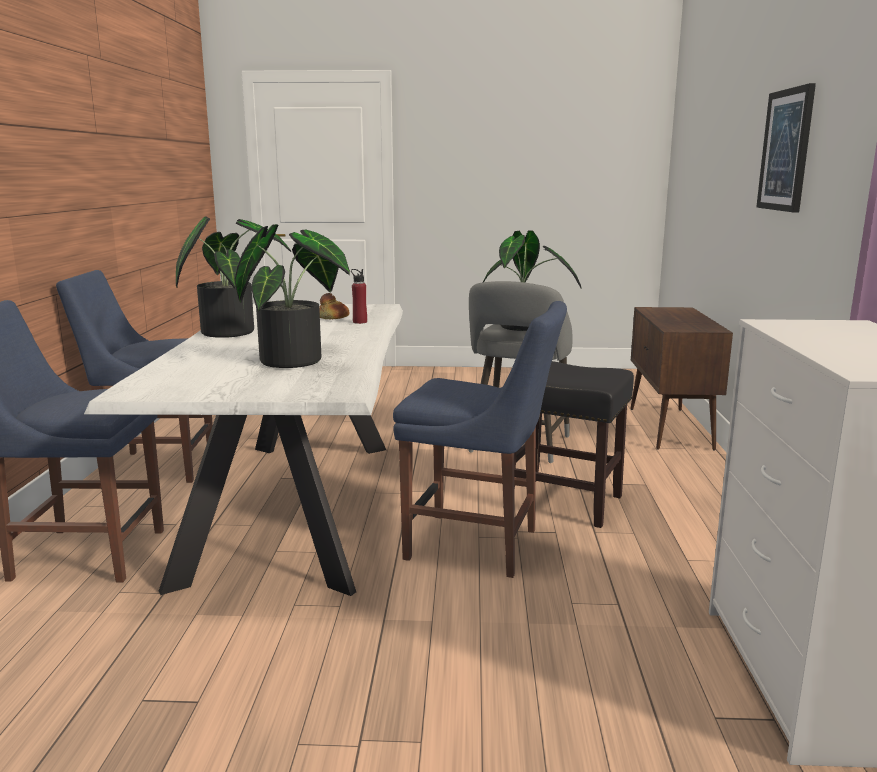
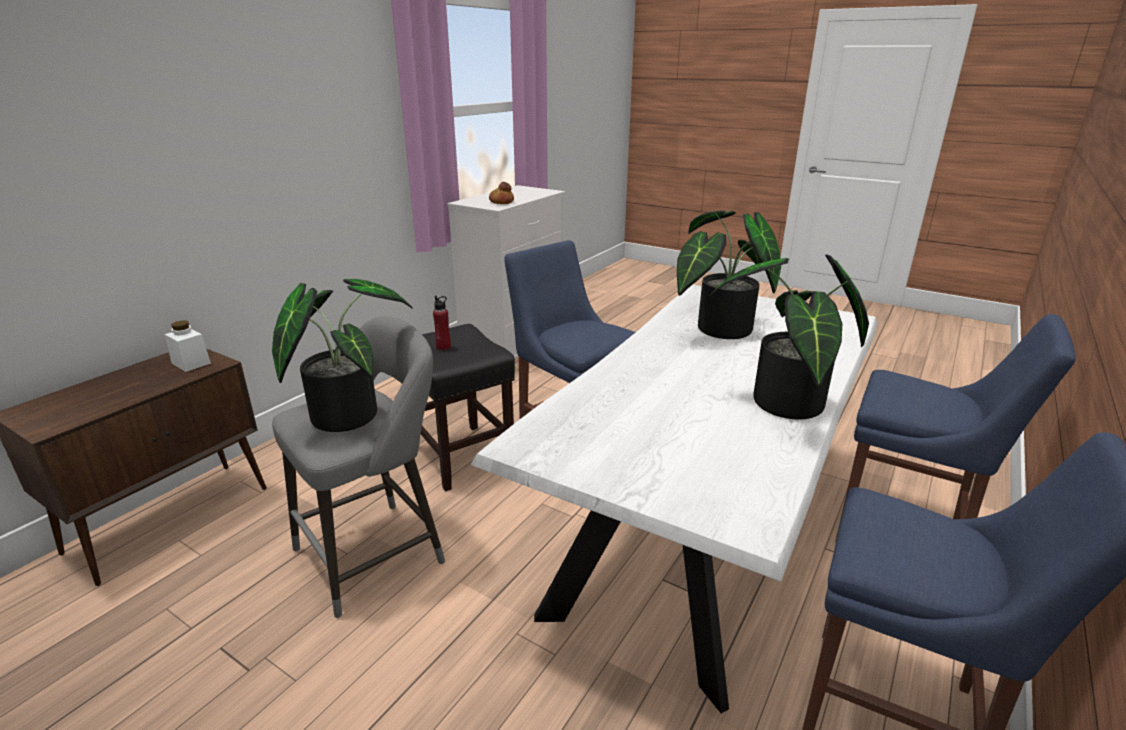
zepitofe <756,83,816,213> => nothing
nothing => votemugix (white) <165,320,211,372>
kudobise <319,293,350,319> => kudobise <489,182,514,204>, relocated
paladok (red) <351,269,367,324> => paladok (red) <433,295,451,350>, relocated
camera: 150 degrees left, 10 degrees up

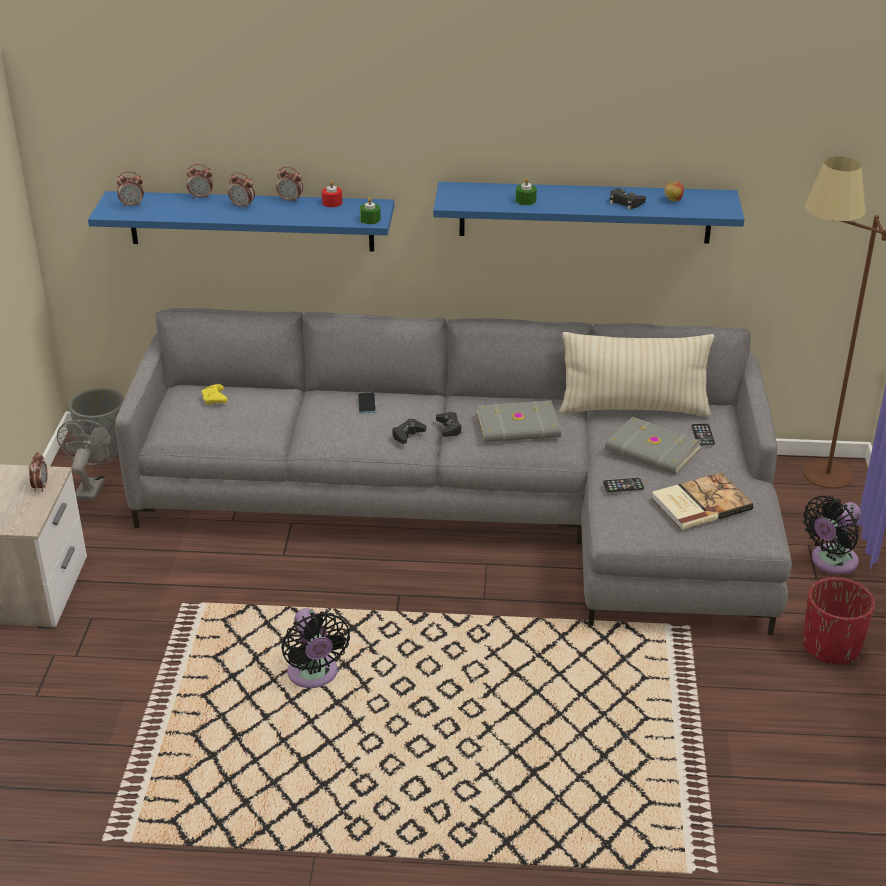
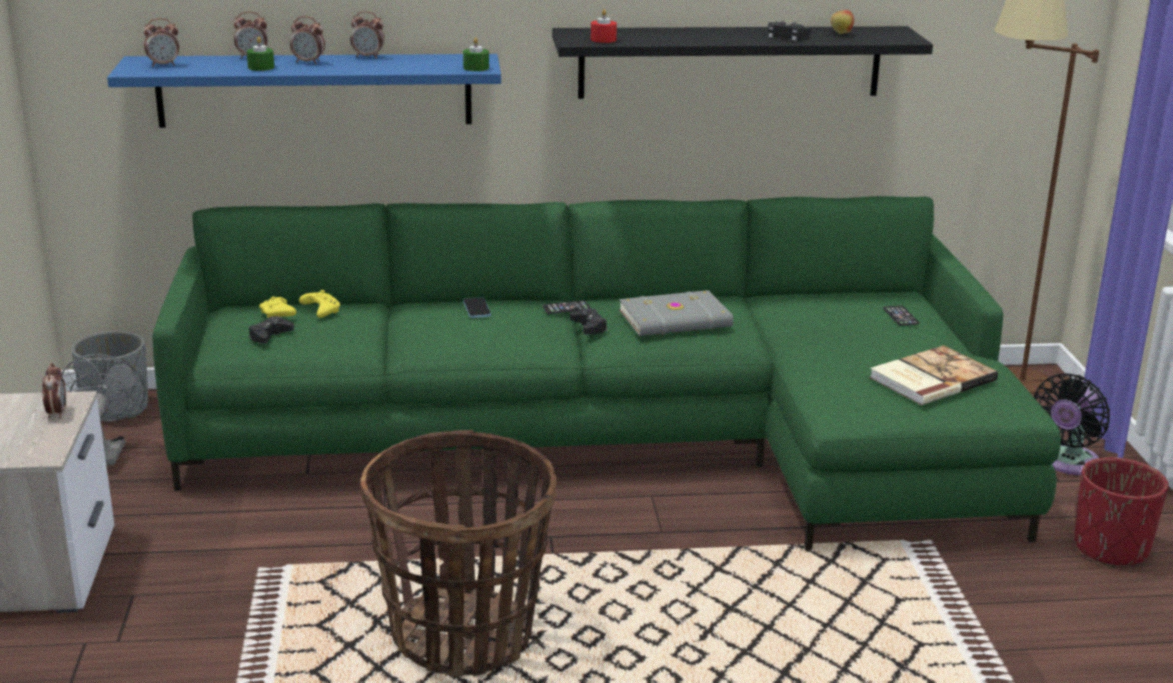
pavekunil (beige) <559,332,715,417> => nothing
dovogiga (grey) <605,417,702,475> => nothing
nothing => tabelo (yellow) <299,290,340,318>
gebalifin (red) <322,180,342,207> => gebalifin (red) <591,9,617,43>, relocated
tabelo (black) <392,419,426,444> => tabelo (black) <249,316,294,344>, relocated
gebalifin (green) <516,178,537,205> => gebalifin (green) <247,36,274,71>, relocated
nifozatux <603,478,644,492> => nifozatux <542,300,590,314>, relocated
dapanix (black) <281,608,350,688> => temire <361,430,557,677>
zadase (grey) <115,308,792,635> => zadase (green) <153,196,1061,550>
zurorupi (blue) <433,182,745,244> => zurorupi (black) <552,26,933,99>
camera: 10 degrees left, 10 degrees down

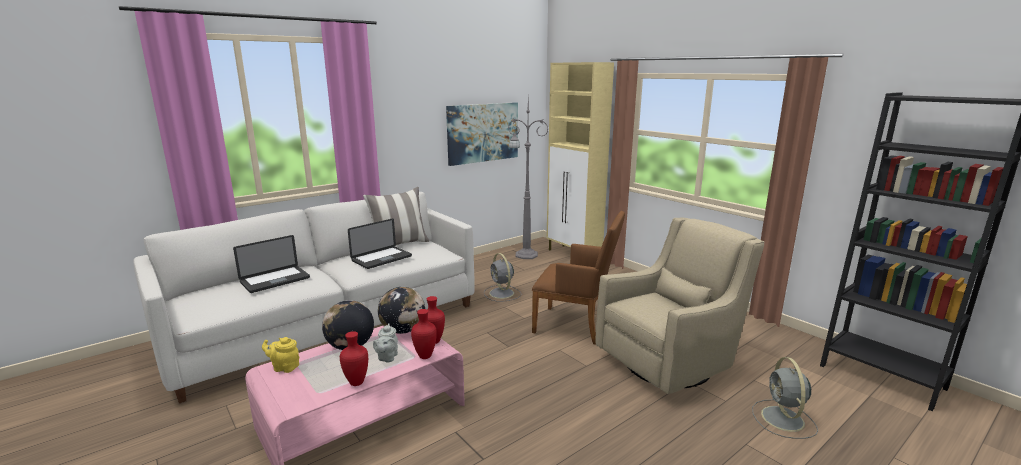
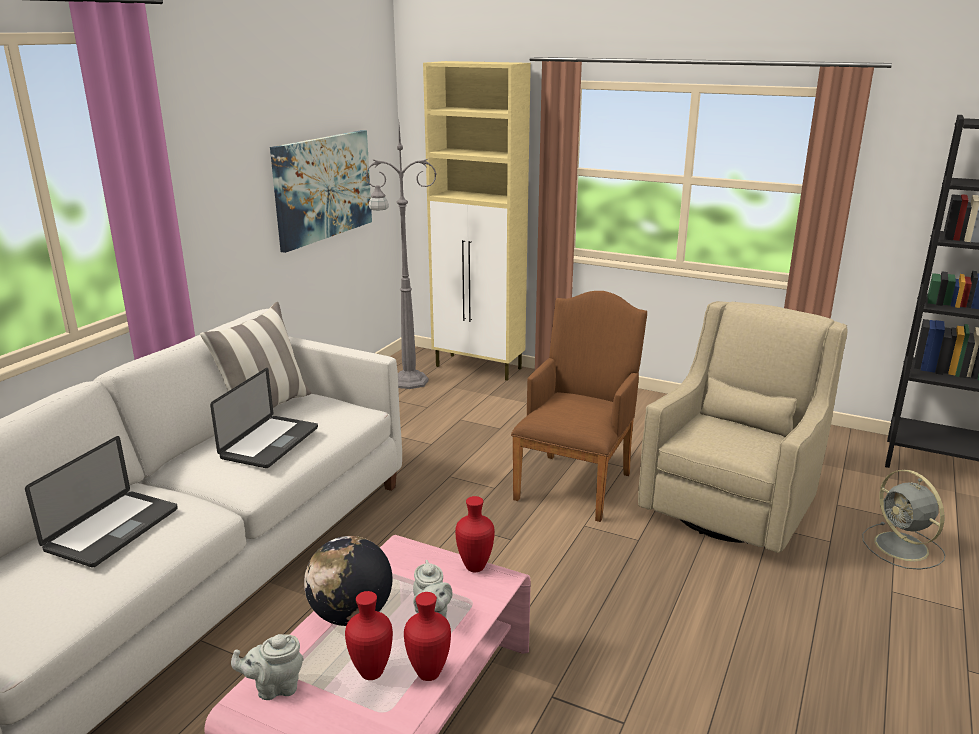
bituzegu <378,287,425,334> => nothing
dapanix (grey) <484,253,521,302> => nothing
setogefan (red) <411,309,437,359> => setogefan (red) <345,591,393,680>, relocated
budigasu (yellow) <262,337,299,373> => budigasu (grey) <231,634,304,700>
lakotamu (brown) <532,211,625,345> => lakotamu (brown) <511,291,647,522>, 60 degrees counterclockwise
camera: 25 degrees left, 5 degrees up

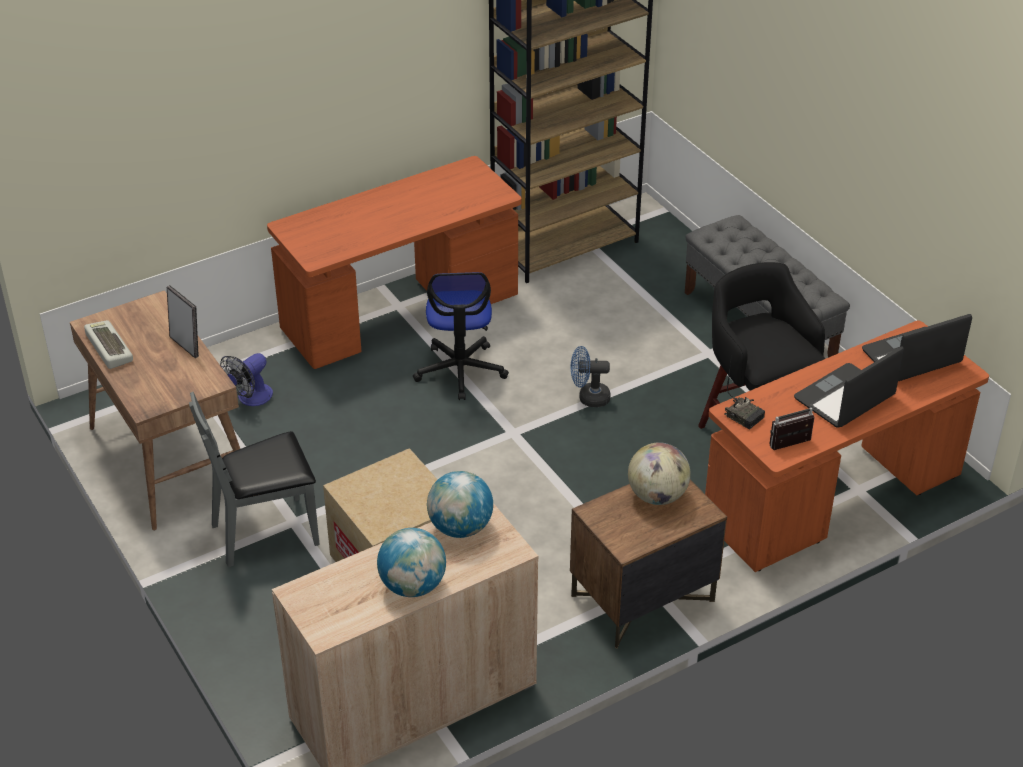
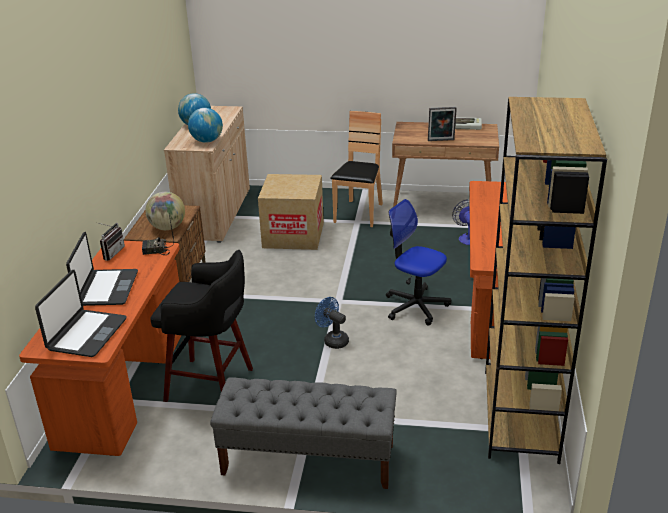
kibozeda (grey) <189,392,320,567> => kibozeda (brown) <330,111,383,227>
dapanix (blue) <571,346,611,407> => dapanix (blue) <315,297,349,349>, 90 degrees counterclockwise
camera: 130 degrees right, 10 degrees down

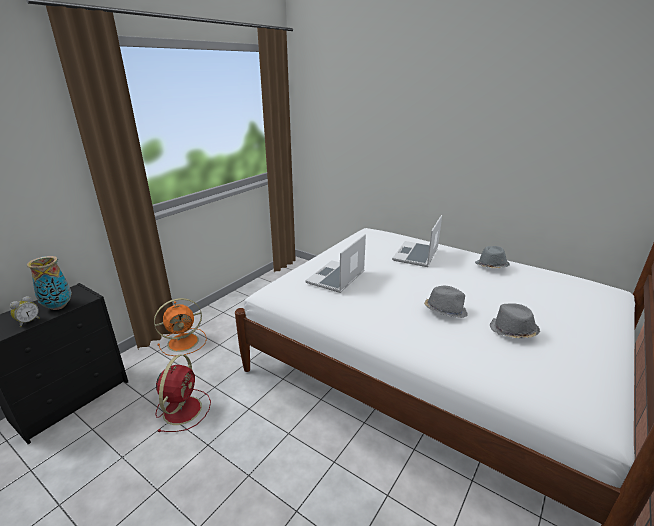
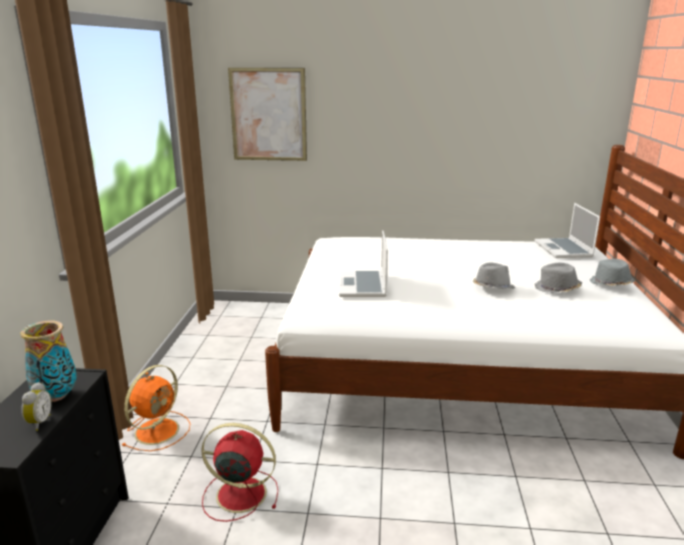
nothing => zepitofe <228,68,307,161>
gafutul <392,215,442,267> => gafutul <535,203,600,258>, relocated
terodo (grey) <475,246,510,268> => terodo (grey) <590,259,635,286>, relocated
dapanix (red) <156,355,211,432> => dapanix (red) <201,423,278,522>, 60 degrees counterclockwise
camera: 30 degrees left, 5 degrees down

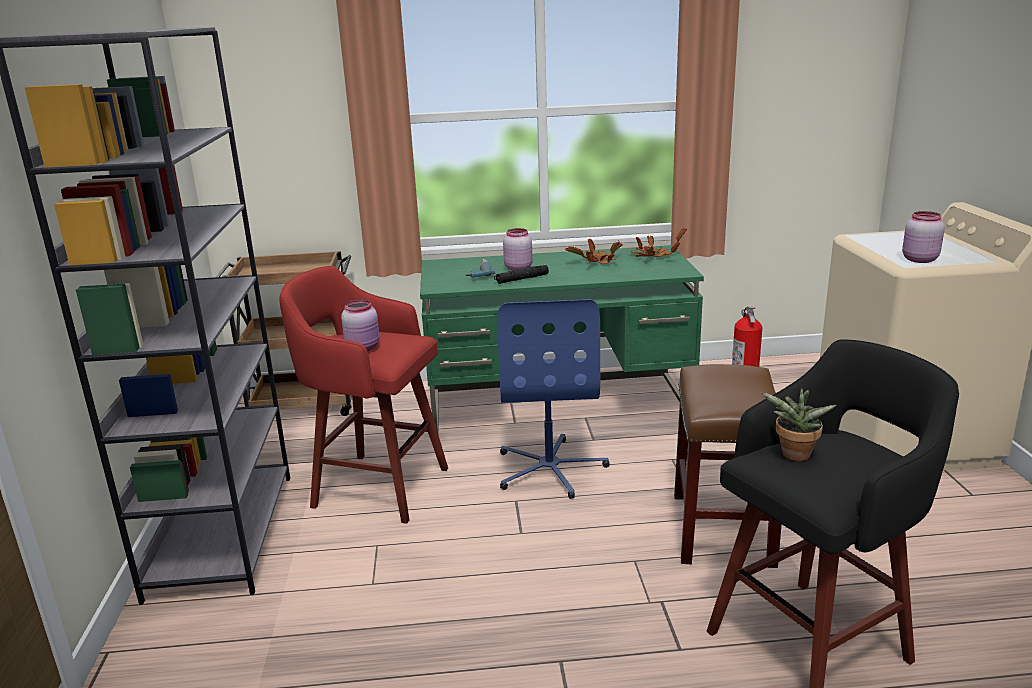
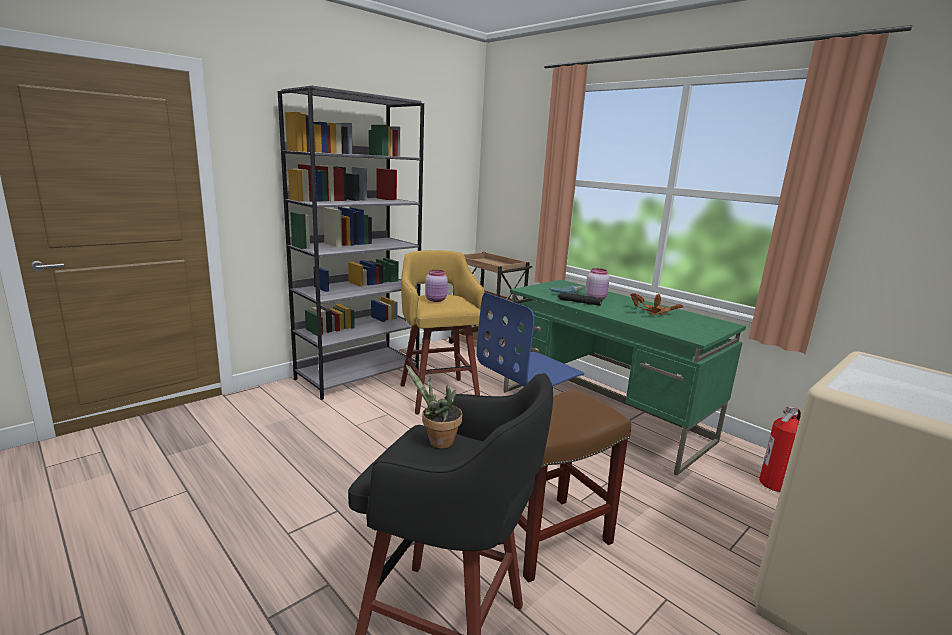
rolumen <631,228,687,257> => nothing
votemugix (pink) <902,211,945,263> => nothing
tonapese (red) <279,266,448,524> => tonapese (yellow) <400,250,485,415>
camera: 50 degrees right, 5 degrees down

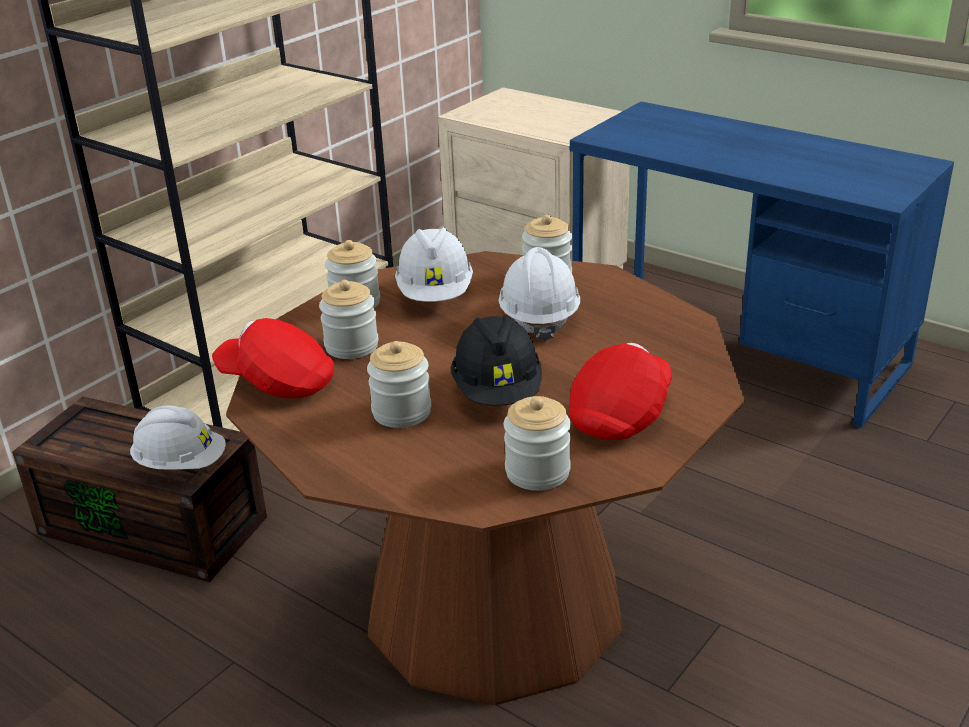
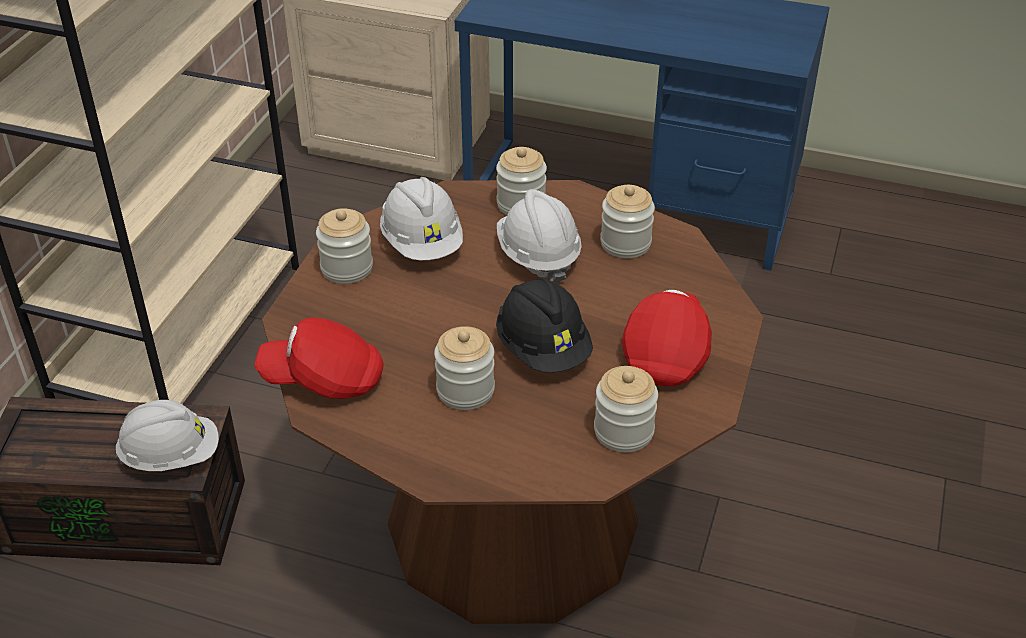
votemugix <319,280,379,359> => votemugix <600,185,655,258>, relocated
camera: 20 degrees left, 10 degrees up

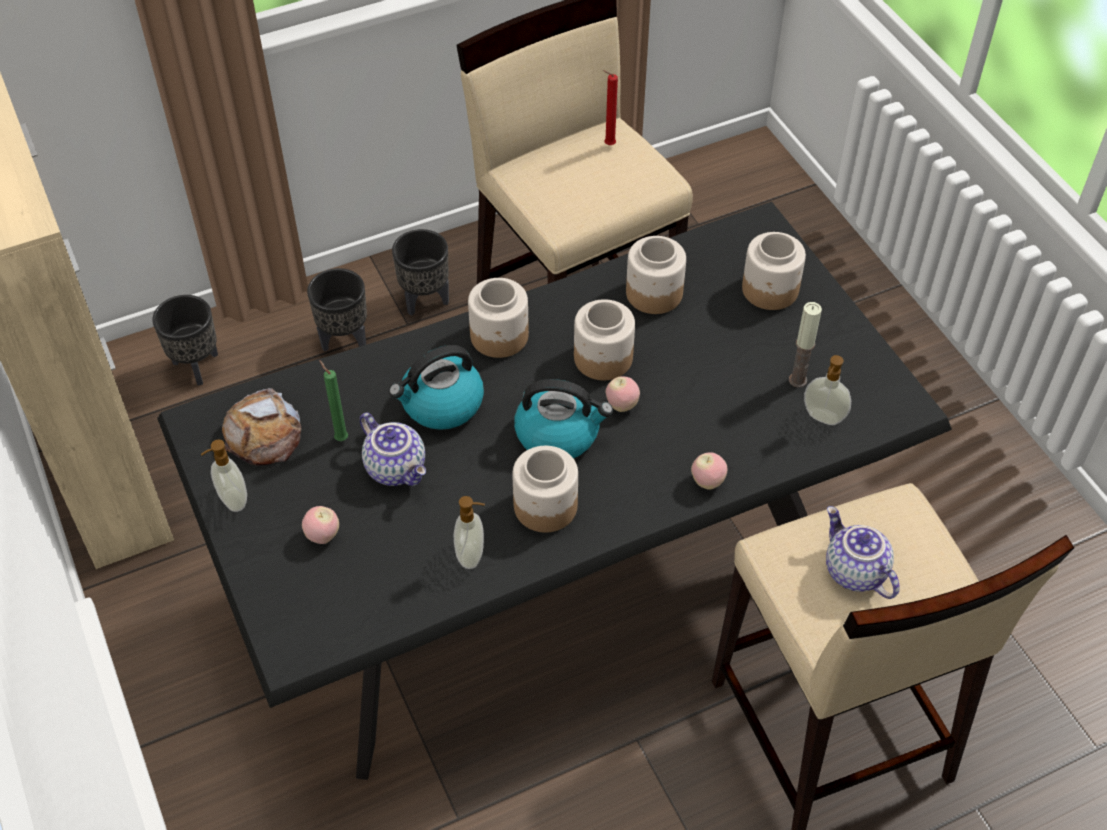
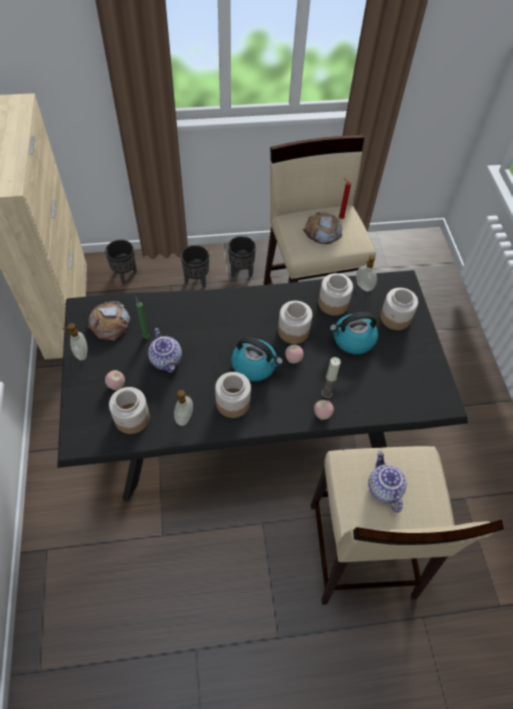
nothing => kudobise <303,213,342,244>
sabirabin <389,345,484,430> => sabirabin <330,312,378,354>, relocated
votemugix <468,278,529,358> => votemugix <109,387,150,434>, relocated
gebalifin <789,302,822,388> => gebalifin <322,357,341,398>, relocated
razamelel <804,355,851,425> => razamelel <356,255,377,291>, relocated
camera: 15 degrees right, 5 degrees up

